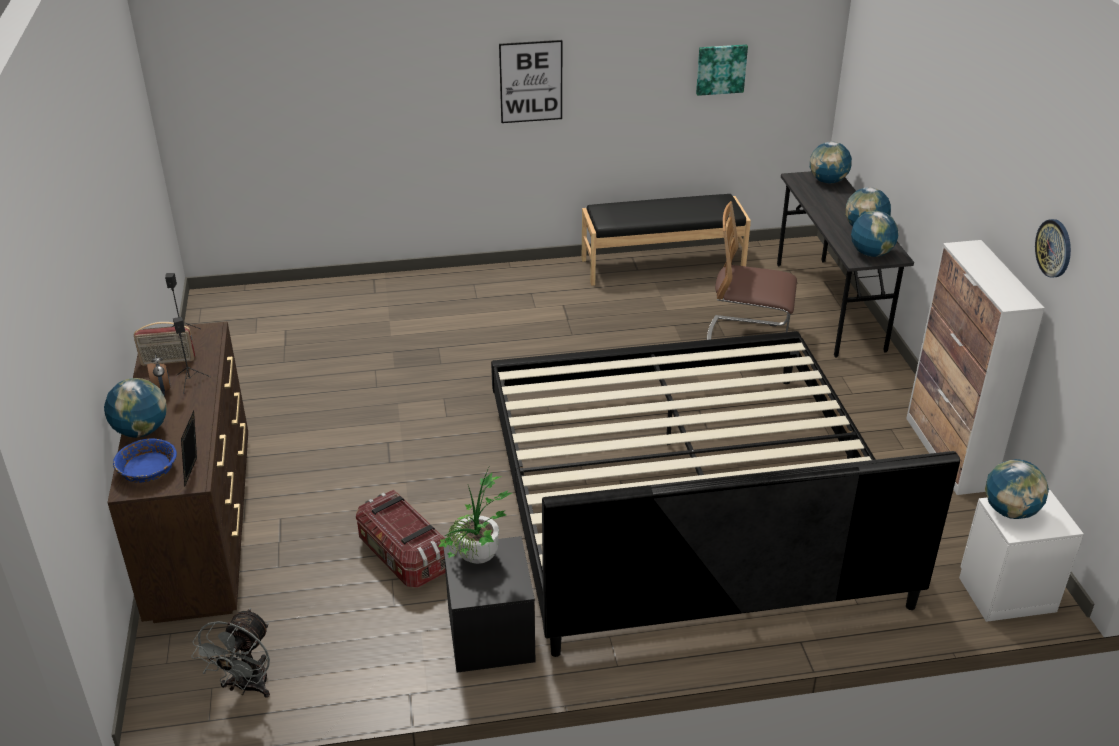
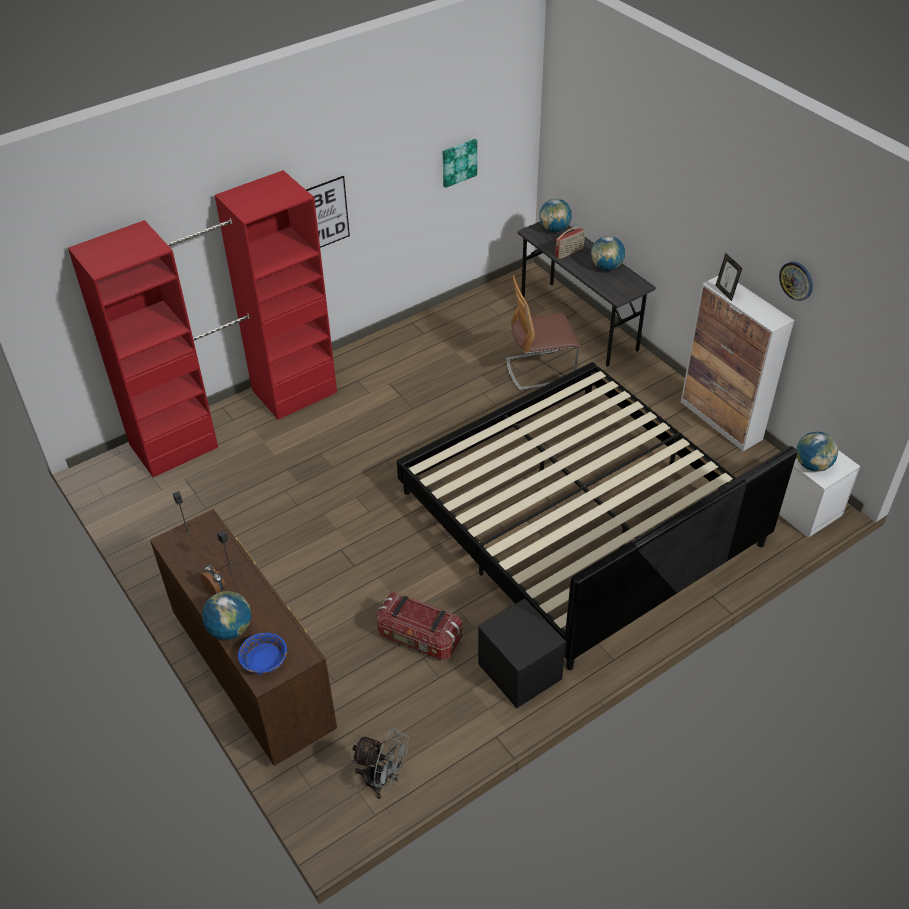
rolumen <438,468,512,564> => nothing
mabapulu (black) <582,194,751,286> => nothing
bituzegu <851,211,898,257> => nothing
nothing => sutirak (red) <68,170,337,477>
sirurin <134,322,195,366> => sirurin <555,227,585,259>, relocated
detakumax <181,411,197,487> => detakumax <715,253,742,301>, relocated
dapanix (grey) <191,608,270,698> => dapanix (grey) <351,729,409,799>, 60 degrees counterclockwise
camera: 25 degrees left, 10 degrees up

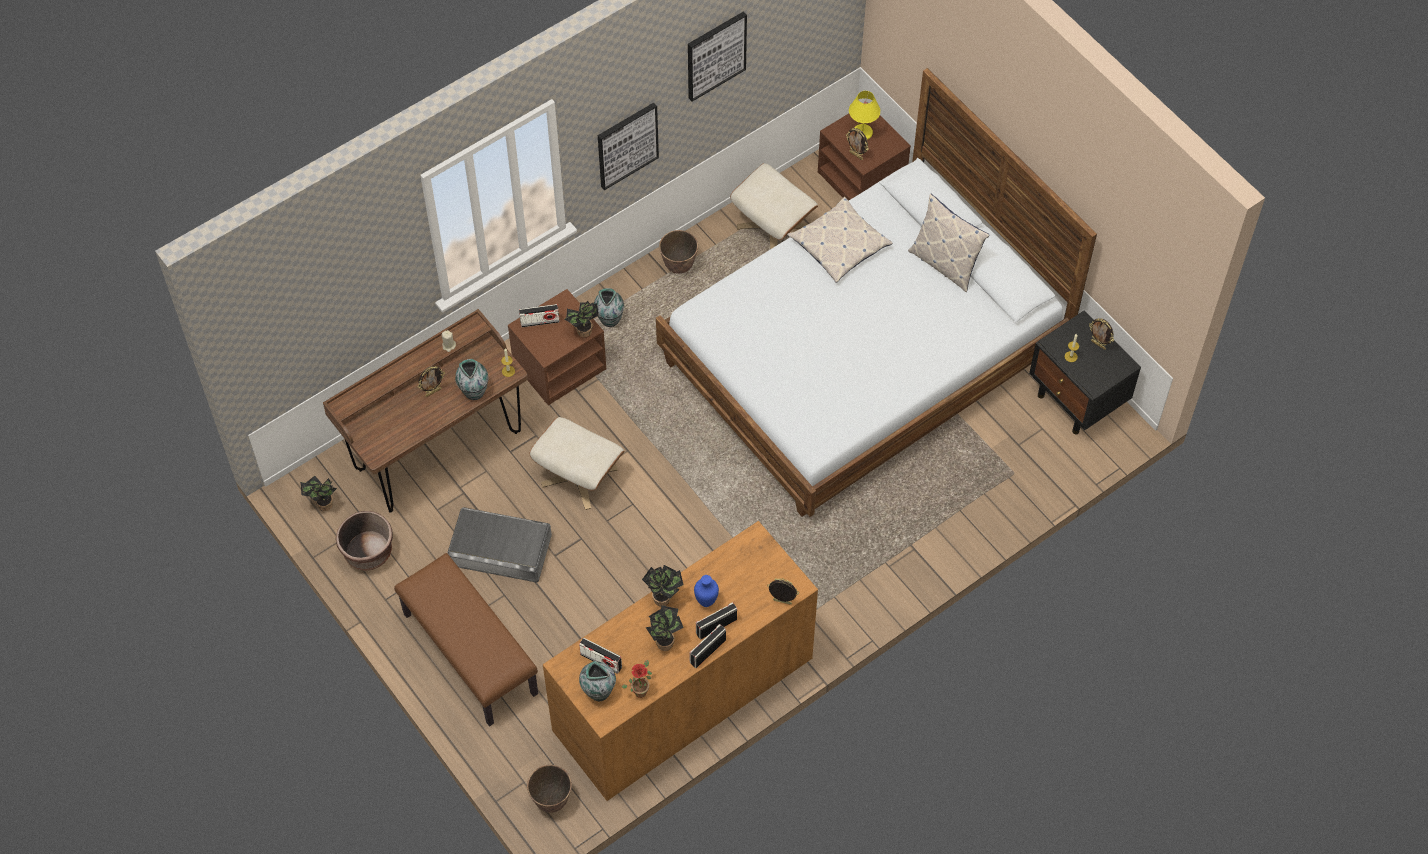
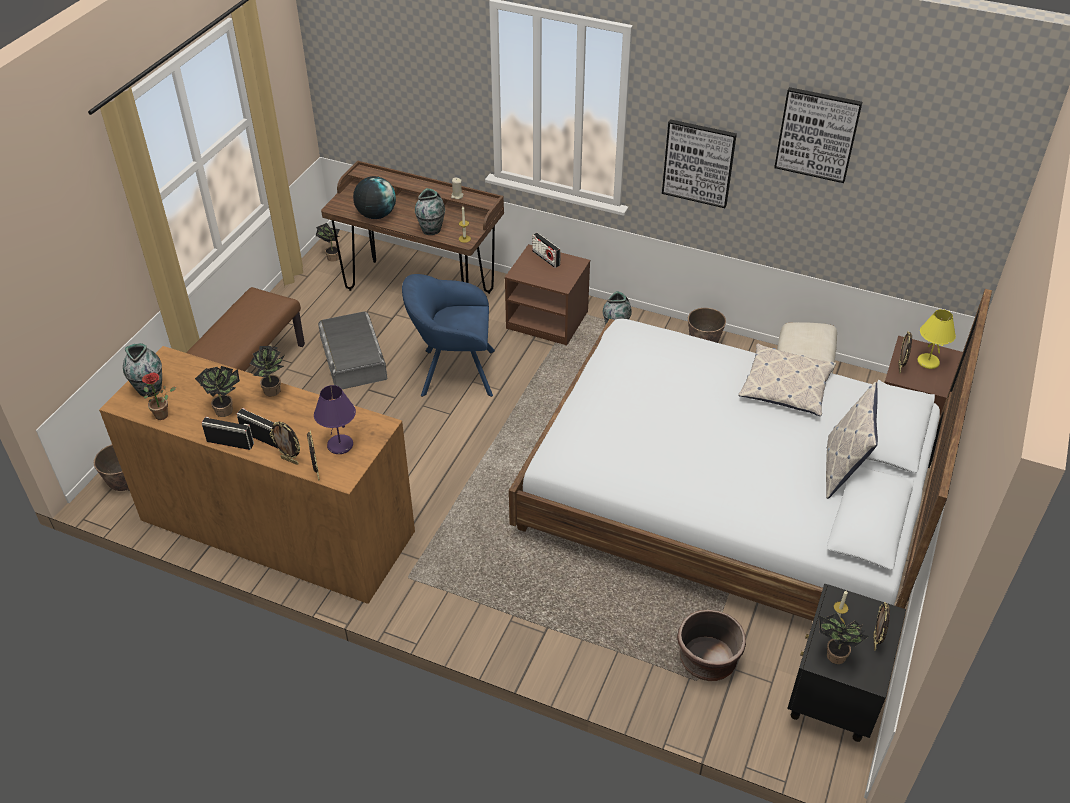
sirurin <579,638,622,674> => nothing
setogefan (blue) <694,575,719,607> => nothing
nothing => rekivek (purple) <314,385,356,454>
nothing => bituzegu <353,176,396,219>
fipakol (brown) <336,511,393,571> => fipakol (brown) <677,610,746,681>, relocated
detakumax <418,366,445,397> => detakumax <269,421,301,465>, relocated
rolumen <565,300,599,337> => rolumen <819,613,869,664>, relocated
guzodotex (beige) <530,417,625,510> => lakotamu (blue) <402,274,495,397>
camera: 60 degrees right, 15 degrees down

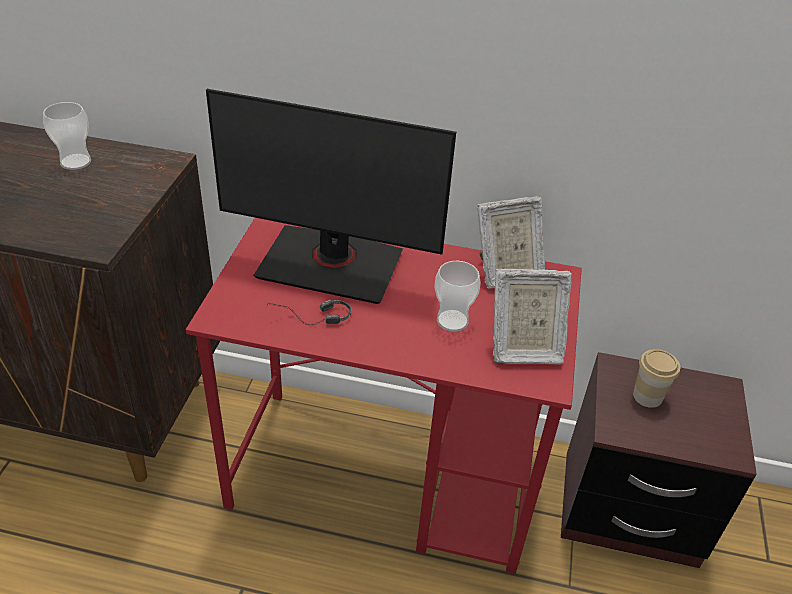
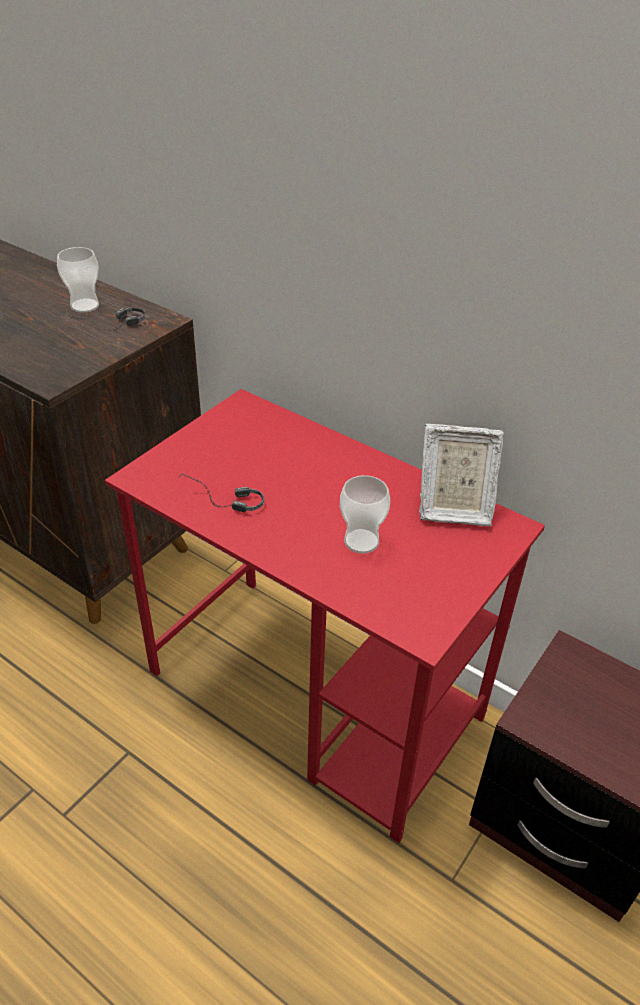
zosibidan <206,89,456,304> => nothing
detakumax <493,269,572,364> => nothing
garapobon <633,349,680,408> => nothing
nothing => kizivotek <71,308,146,331>
camera: 25 degrees right, 0 degrees up

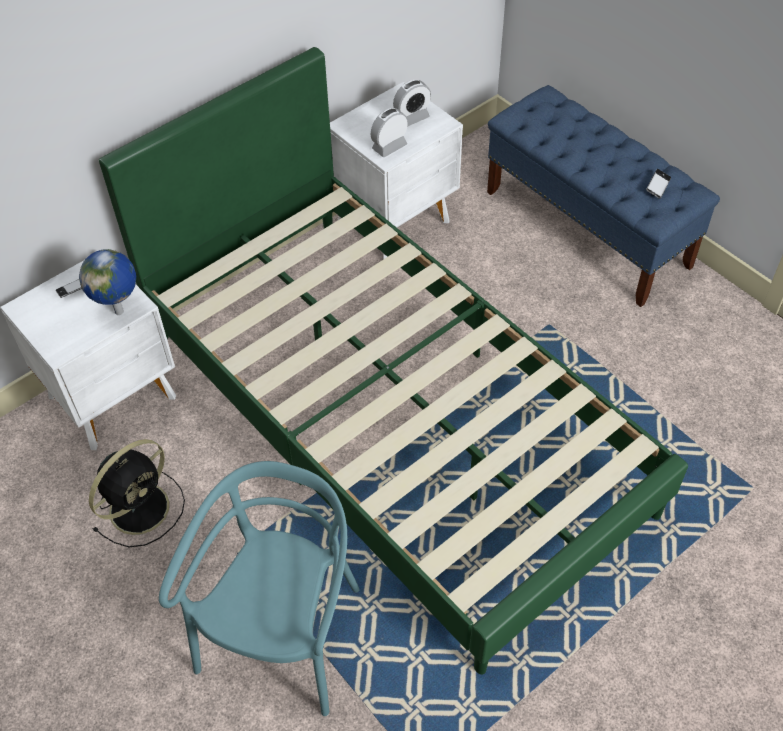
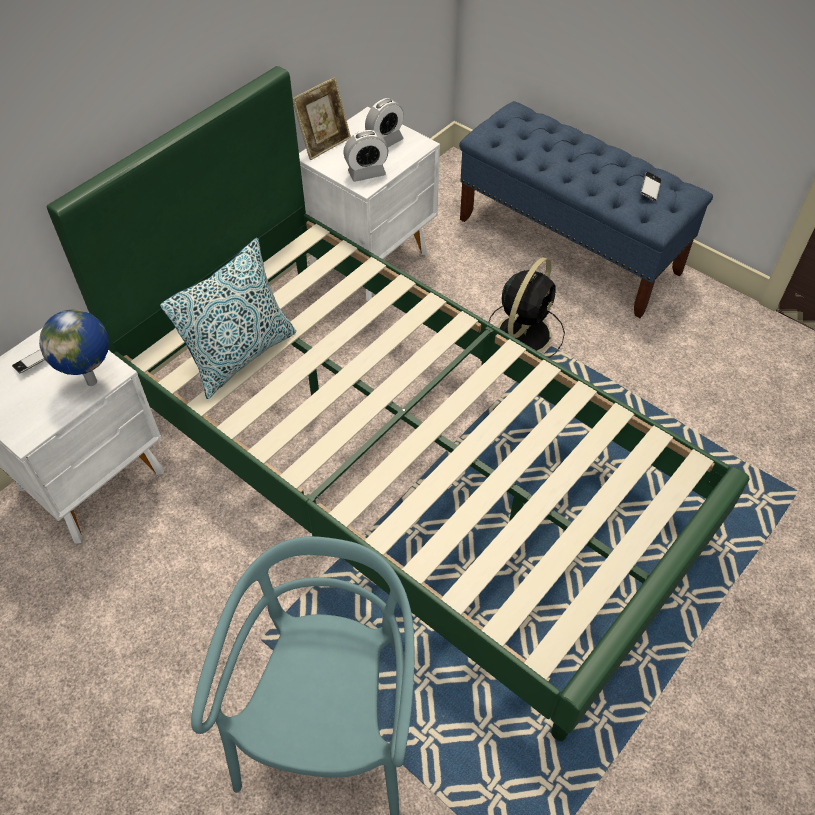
nothing => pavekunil <160,238,296,399>
nothing => detakumax <293,77,351,160>
dapanix (black) <89,439,185,547> => dapanix (black) <489,257,565,358>, relocated
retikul <371,108,408,157> => retikul <343,130,388,182>, 150 degrees counterclockwise
camera: 10 degrees left, 0 degrees up

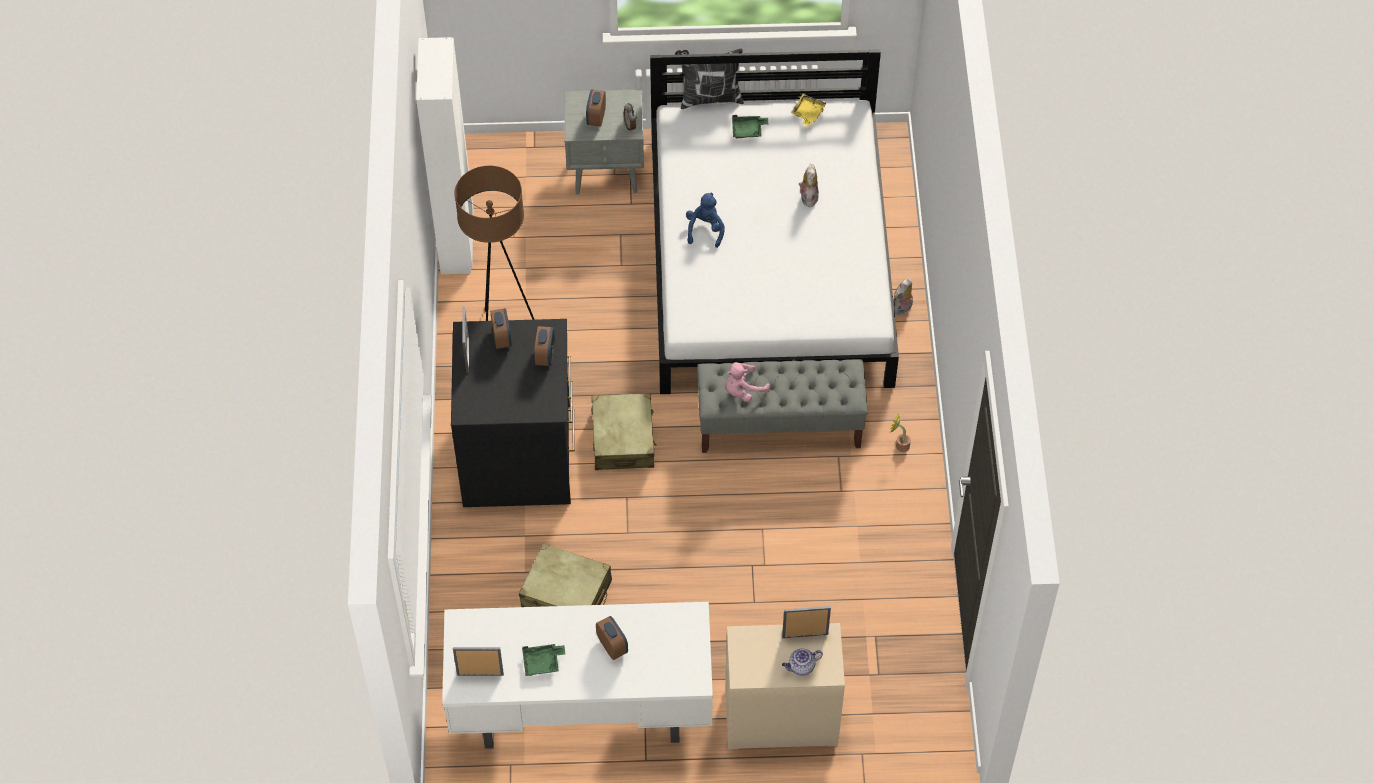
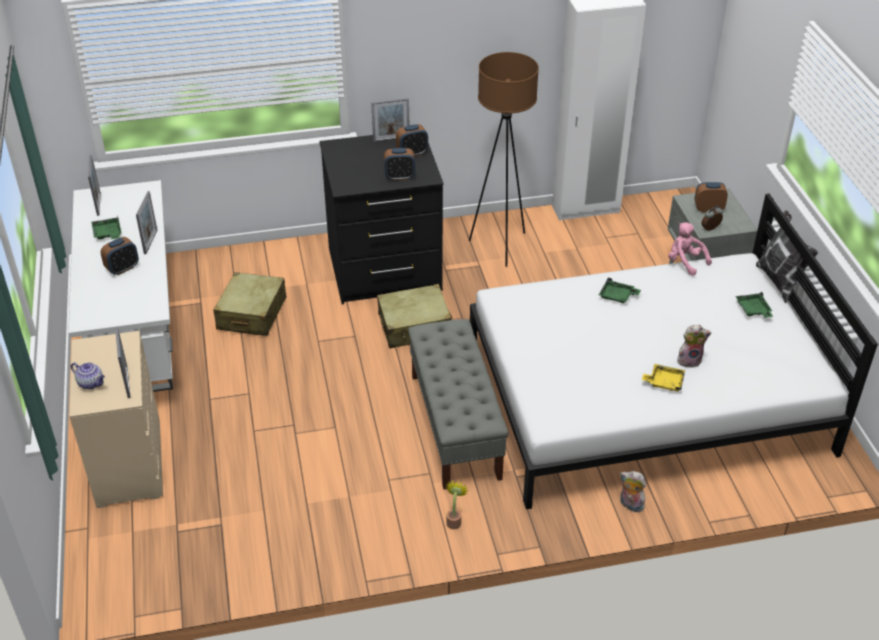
nothing => detakumax <136,191,157,254>
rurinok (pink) <726,362,770,402> => rurinok (pink) <668,222,712,276>, relocated
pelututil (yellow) <791,94,826,127> => pelututil (yellow) <642,364,685,392>, relocated
rurinok (blue) <686,192,725,248> => pelututil (green) <599,278,641,303>
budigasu <782,648,823,676> => budigasu <71,362,105,390>, 150 degrees clockwise
camera: 80 degrees right, 15 degrees down

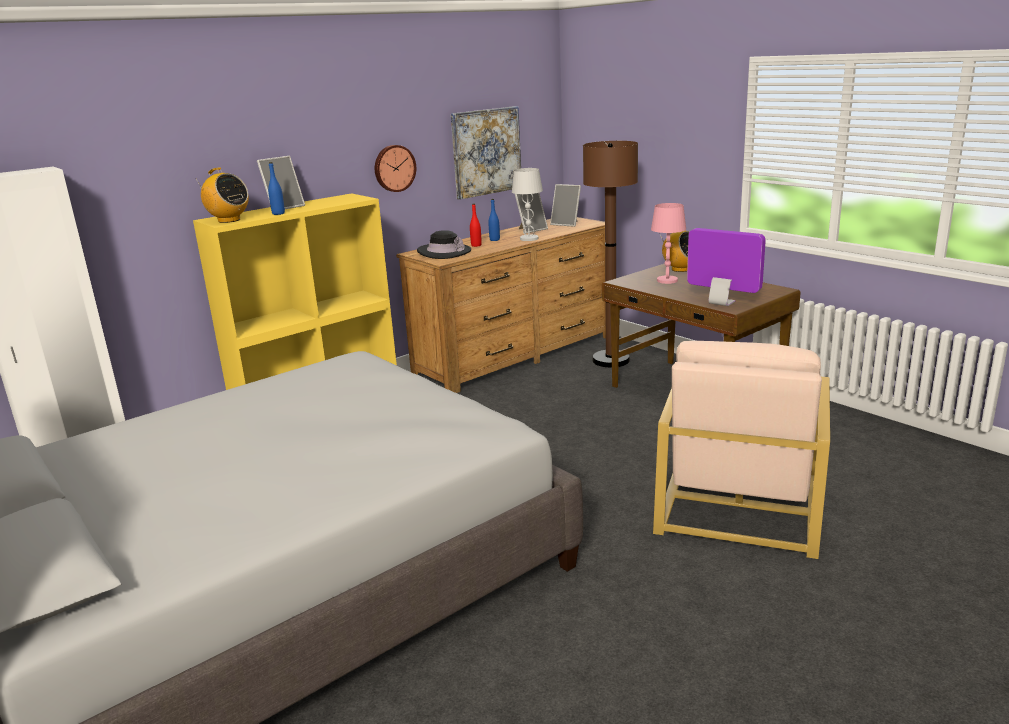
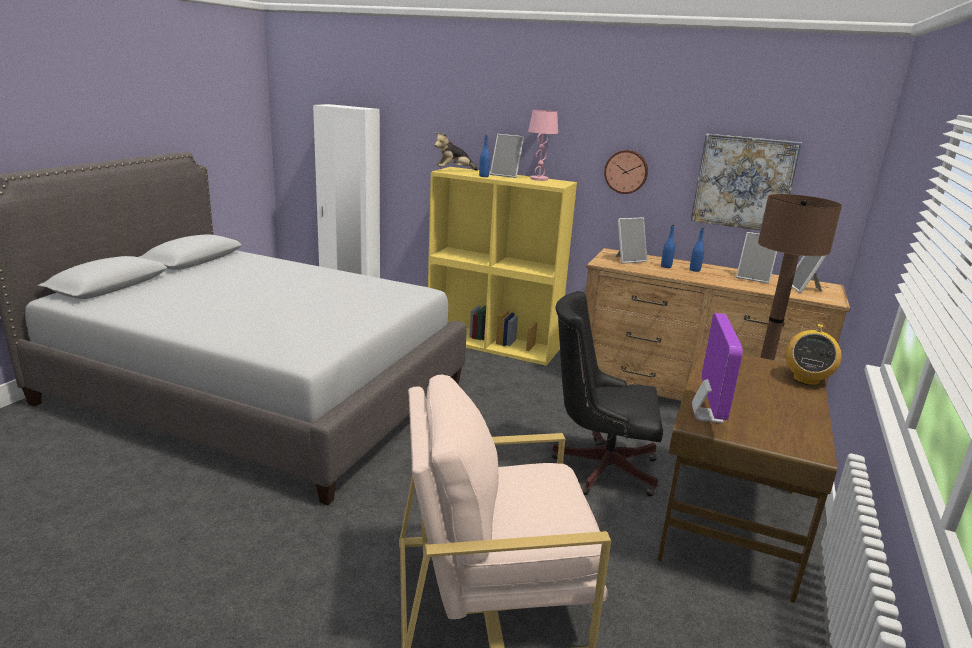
rekivek (white) <512,168,543,241> => nothing
nothing => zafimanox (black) <552,291,663,497>
rekivek (pink) <651,203,686,284> => rekivek (pink) <528,110,558,181>, relocated
sirurin <196,168,249,223> => rurinok <434,132,478,171>
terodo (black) <417,230,471,259> => detakumax <615,217,647,264>
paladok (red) <470,204,482,247> => paladok (blue) <661,225,675,268>
camera: 60 degrees right, 0 degrees up

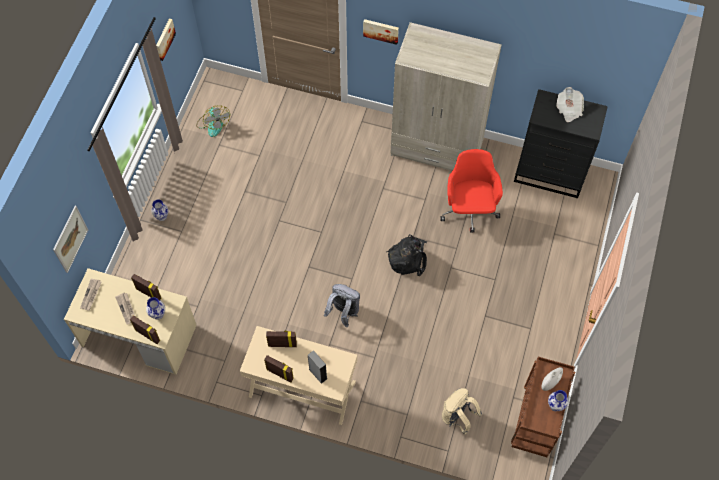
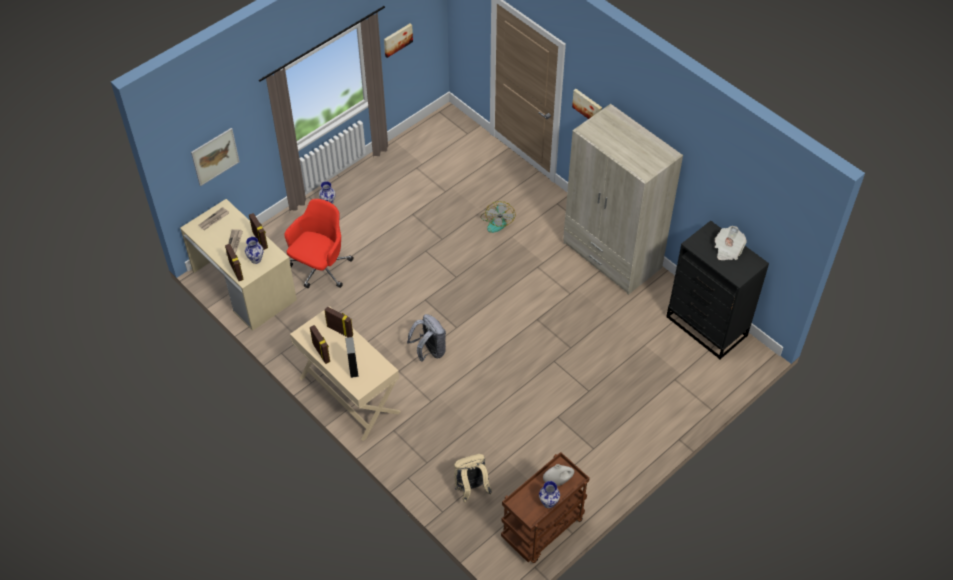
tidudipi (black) <386,234,427,276> => nothing
dapanix <196,105,230,137> => dapanix <480,201,515,233>, relocated
zafimanox (red) <440,149,503,233> => zafimanox (red) <284,199,354,288>, relocated
camera: 30 degrees right, 10 degrees down

